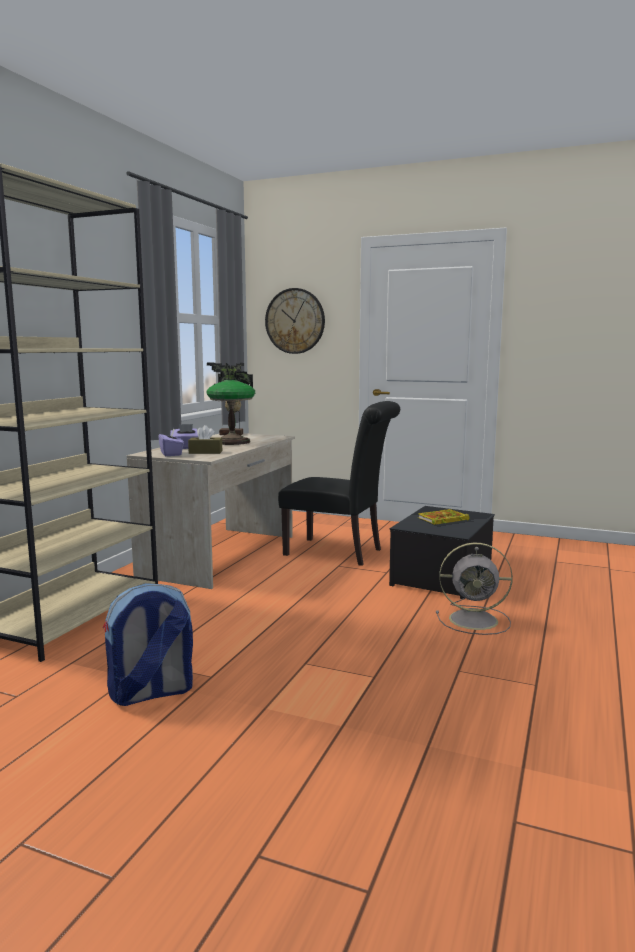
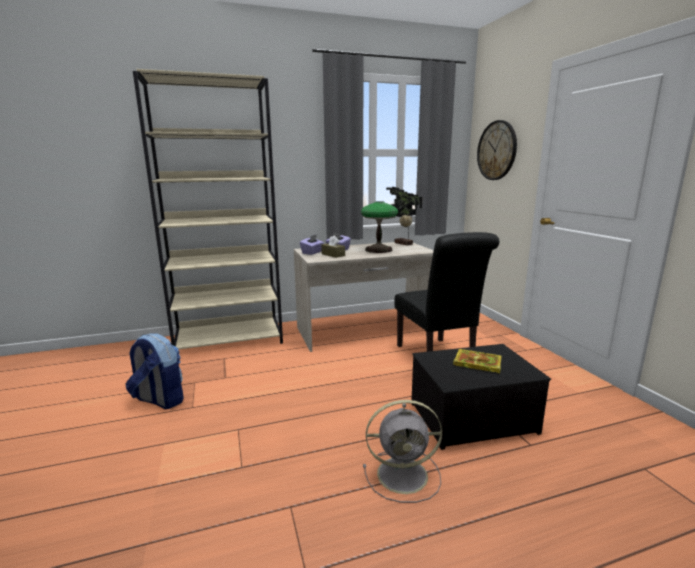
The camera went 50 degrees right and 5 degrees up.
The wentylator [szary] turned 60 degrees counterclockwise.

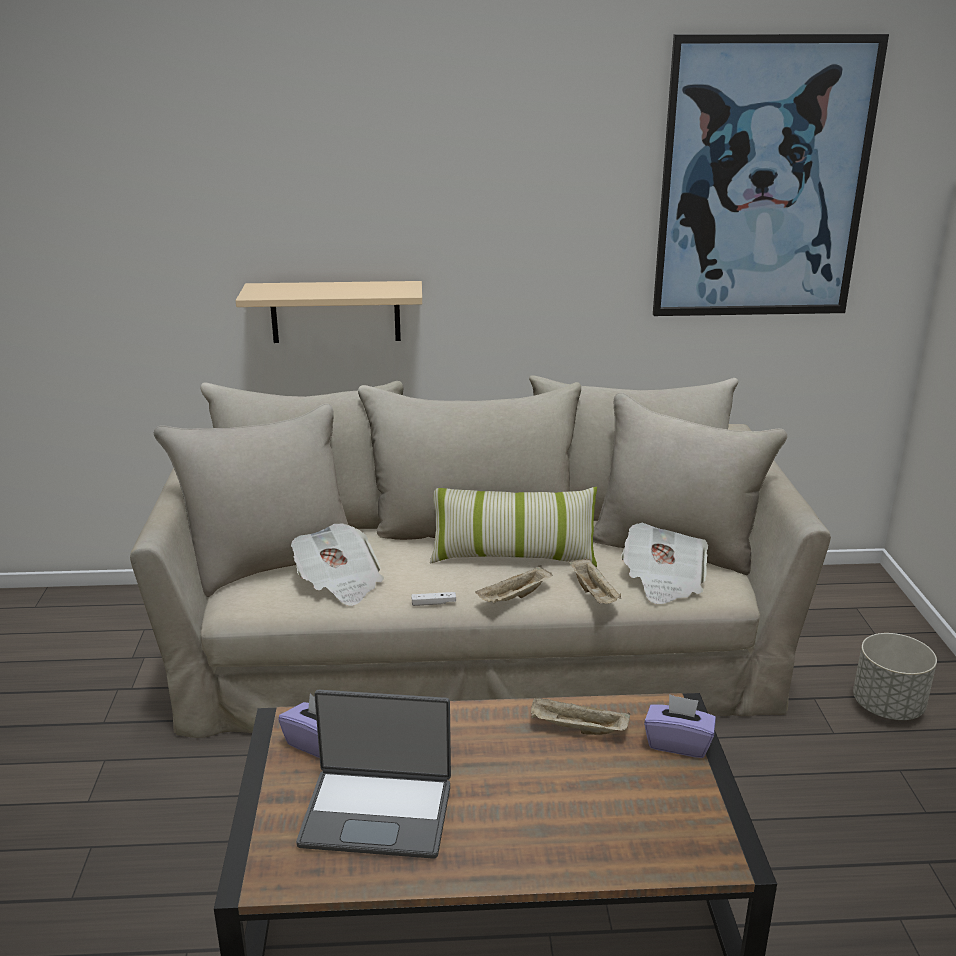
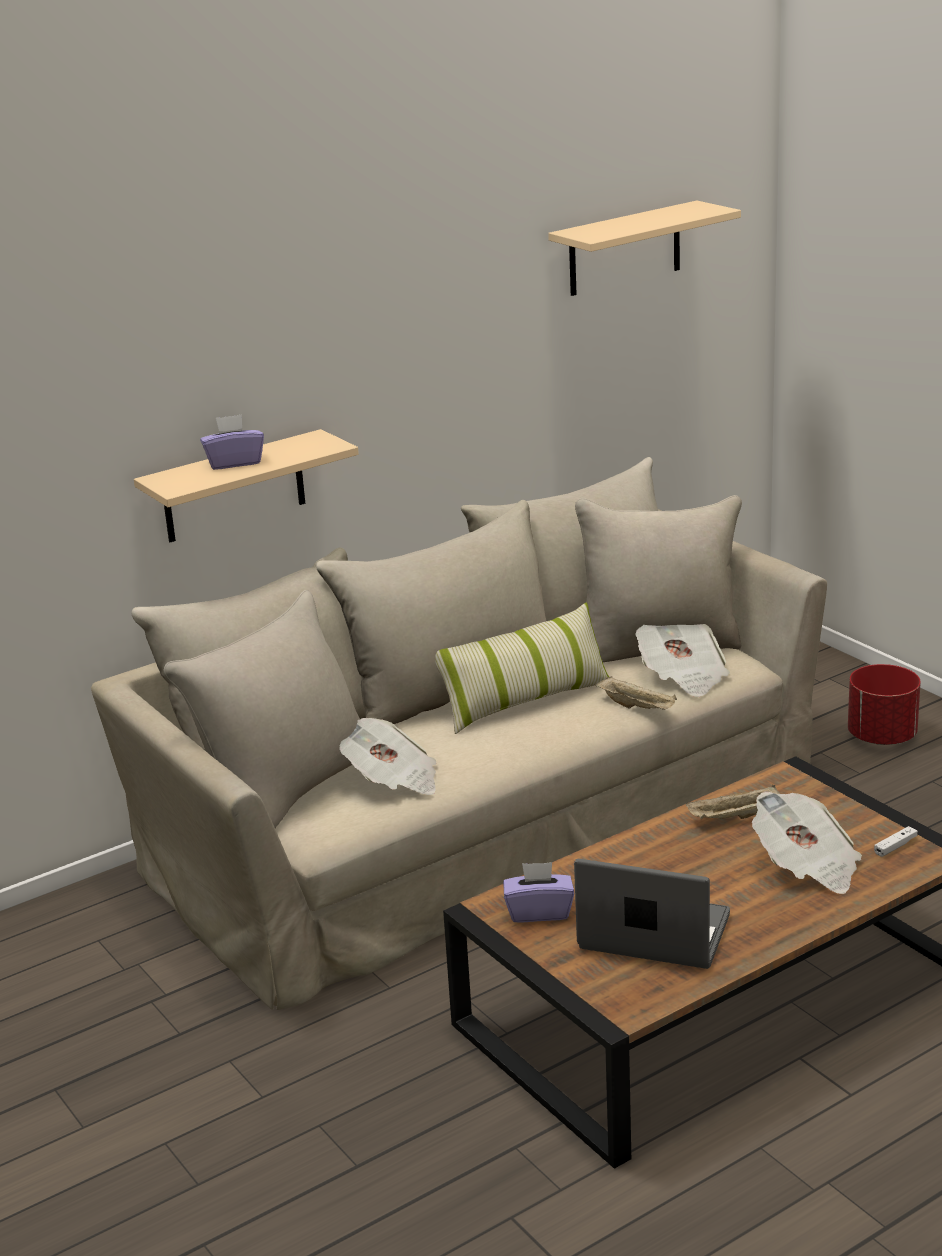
The camera went 30 degrees left and 0 degrees up.
The taca [beżowy] (1st from left) disappeared.
The gazeta (3rd from left) appeared.
The pad do gier [biały] moved.
The pudełko chusteczek [fioletowy] (2nd from left in the first image) moved.
The obraz was replaced by the półka [beżowy] (2nd from left).
The donica [szary] became the donica [czerwony].
The laptop turned 135 degrees counterclockwise.

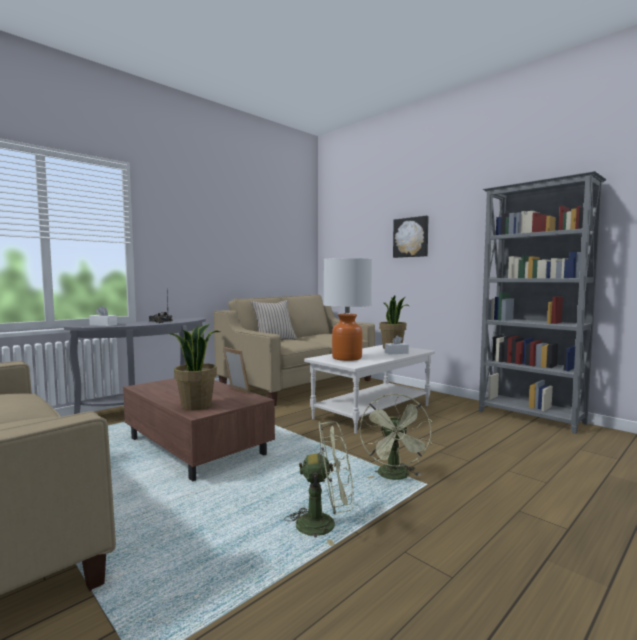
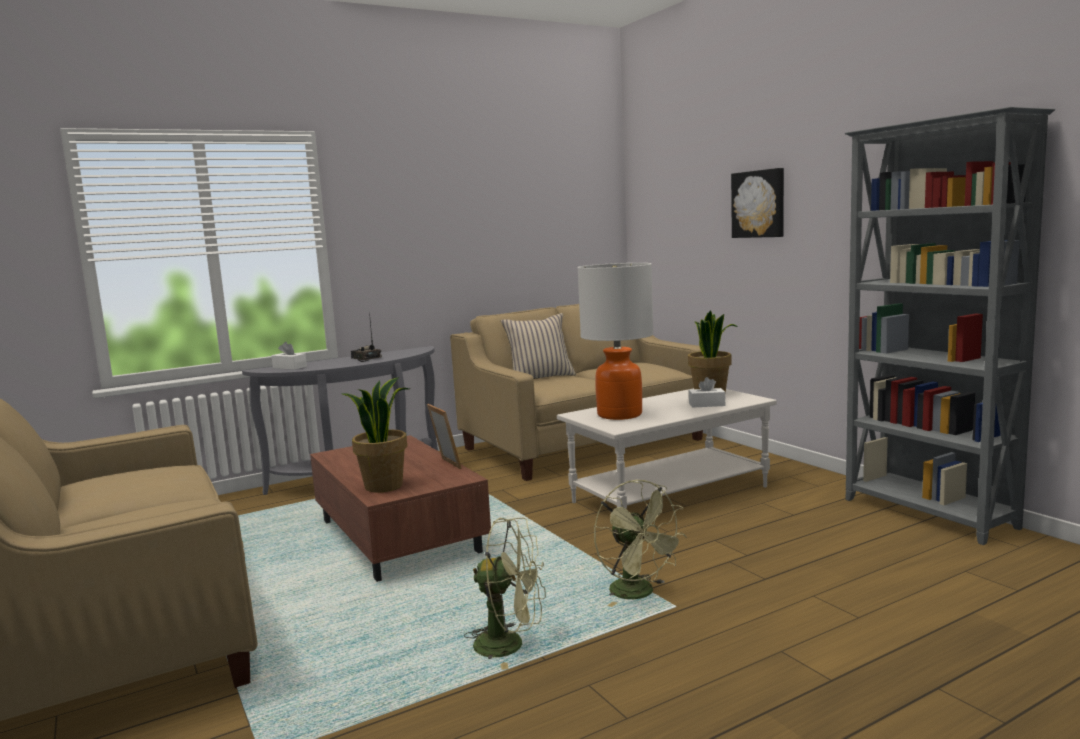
The camera went 15 degrees right and 5 degrees up.
The wentylator [zielony] (2nd from left) turned 45 degrees counterclockwise.

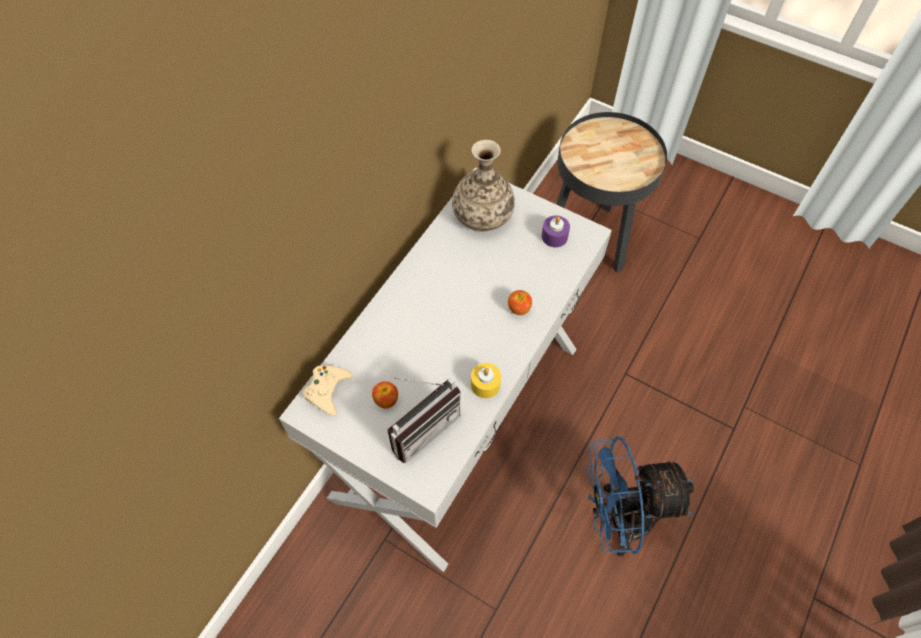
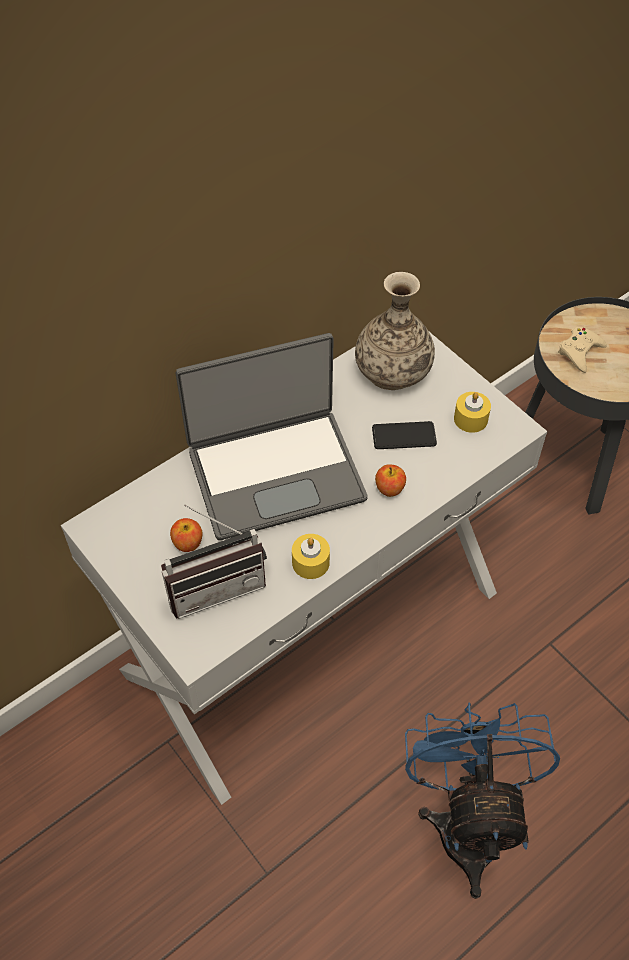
The camera went 20 degrees right and 5 degrees down.
The laptop appeared.
The telefon appeared.
The pad do gier [beżowy] moved.
The świeca [fioletowy] became the świeca [żółty] (2nd from left).
The wentylator [niebieski] turned 75 degrees clockwise.

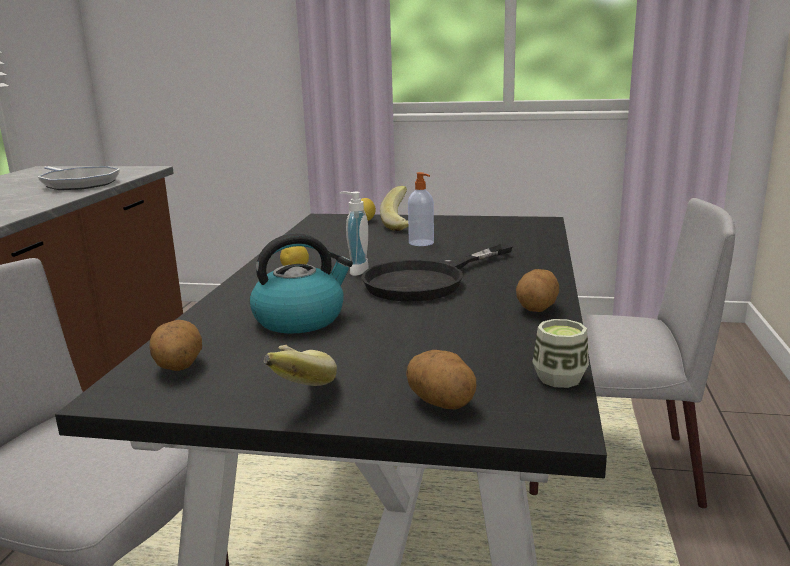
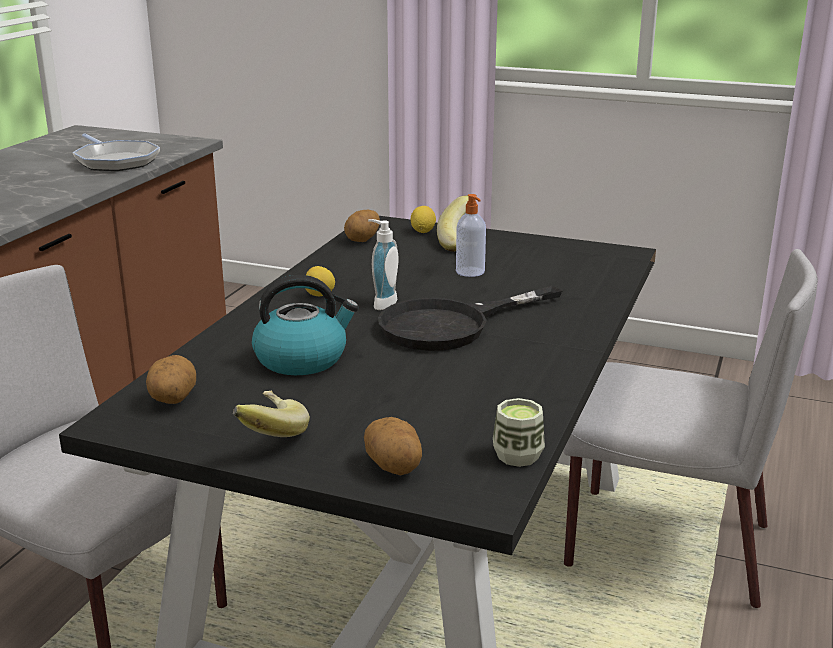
The camera went 10 degrees right and 5 degrees up.
The ziemniak (3rd from left in the first image) moved.

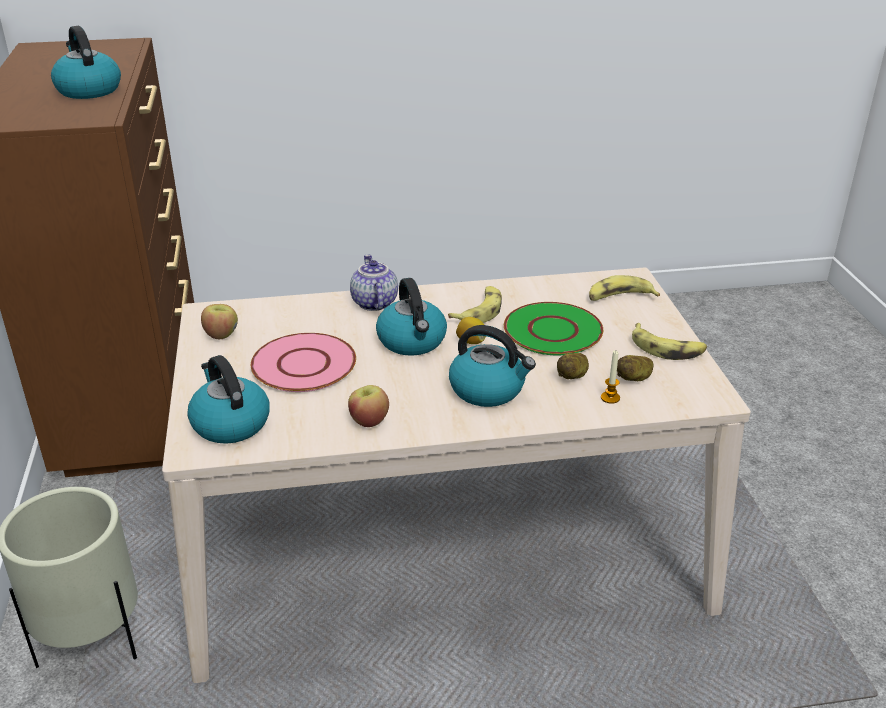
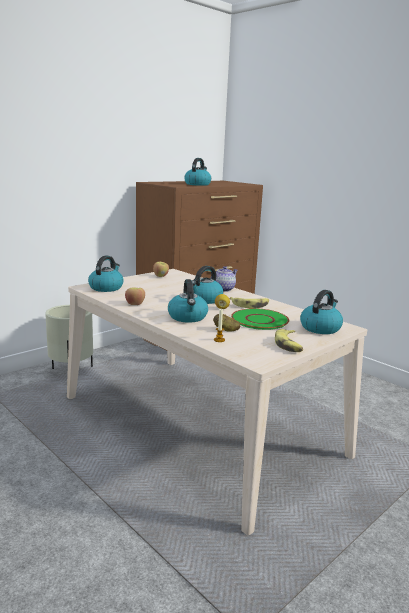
The camera went 55 degrees right and 15 degrees down.
The talerz [różowy] disappeared.
The ziemniak (2nd from left) disappeared.
The banan (2nd from left) was replaced by the czajnik (5th from left).

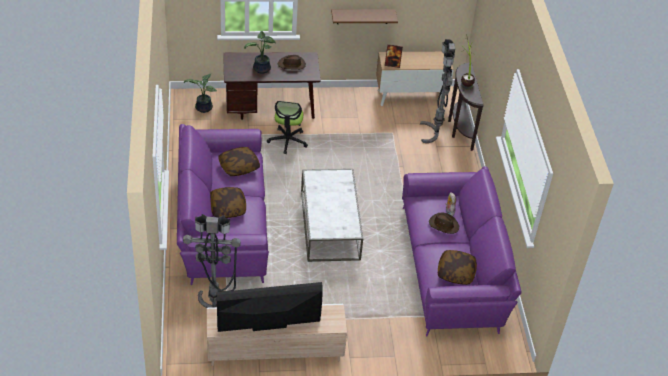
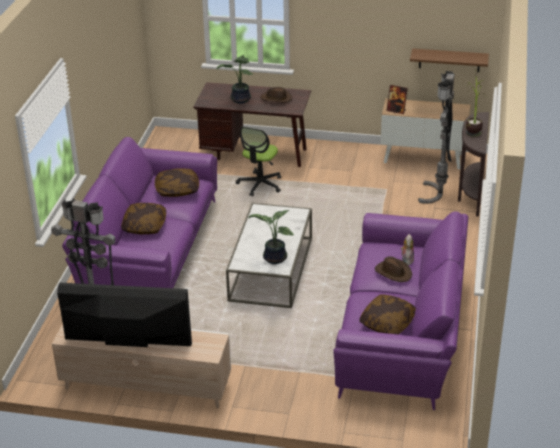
The camera went 20 degrees right and 10 degrees down.
The roślina doniczkowa (1st from left in the first image) moved.
The półka [brązowy] moved.

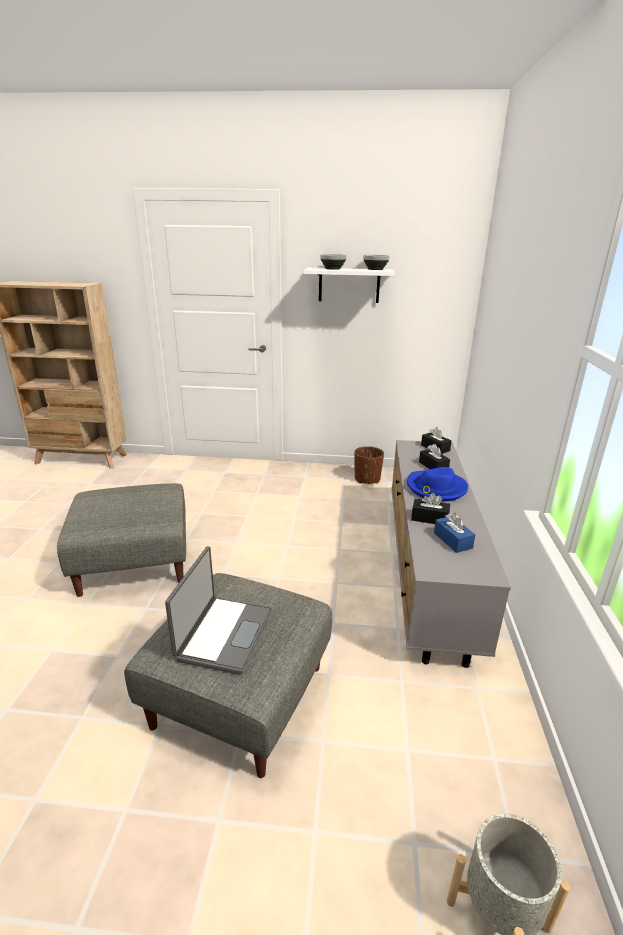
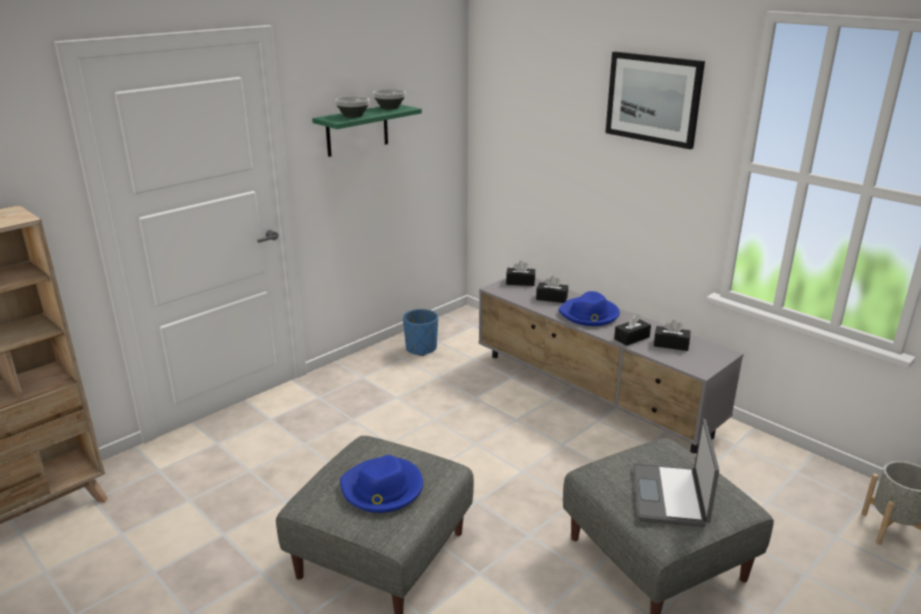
The camera went 50 degrees left and 0 degrees up.
The kapelusz [niebieski] (1st from left) appeared.
The obraz appeared.
The półka [biały] became the półka [zielony].
The donica [brązowy] became the donica [niebieski].
The pudełko chusteczek [niebieski] became the pudełko chusteczek [czarny] (4th from left).
The laptop turned 135 degrees counterclockwise.

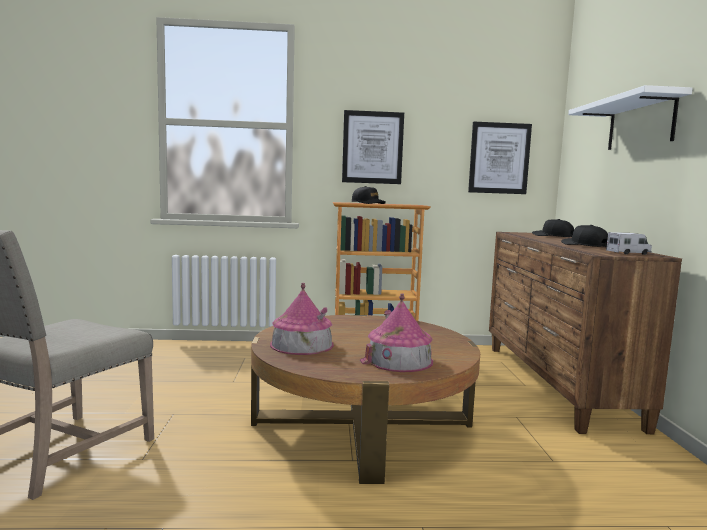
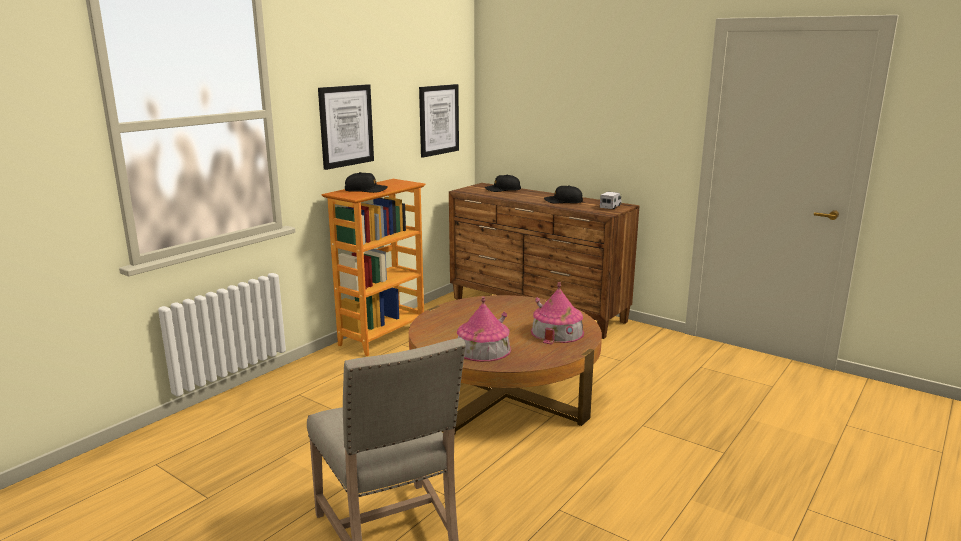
The camera went 50 degrees left and 10 degrees up.
The półka [biały] disappeared.

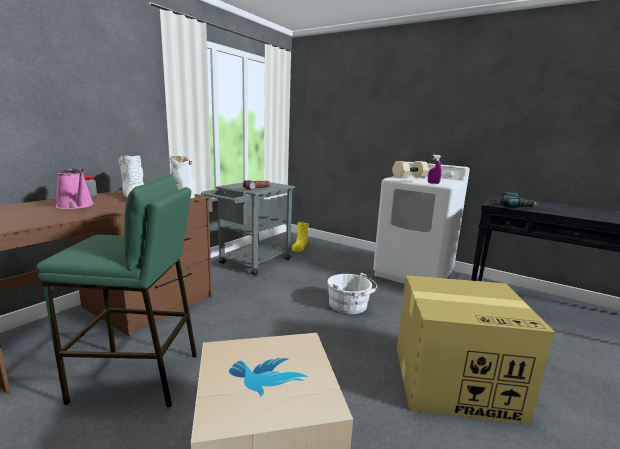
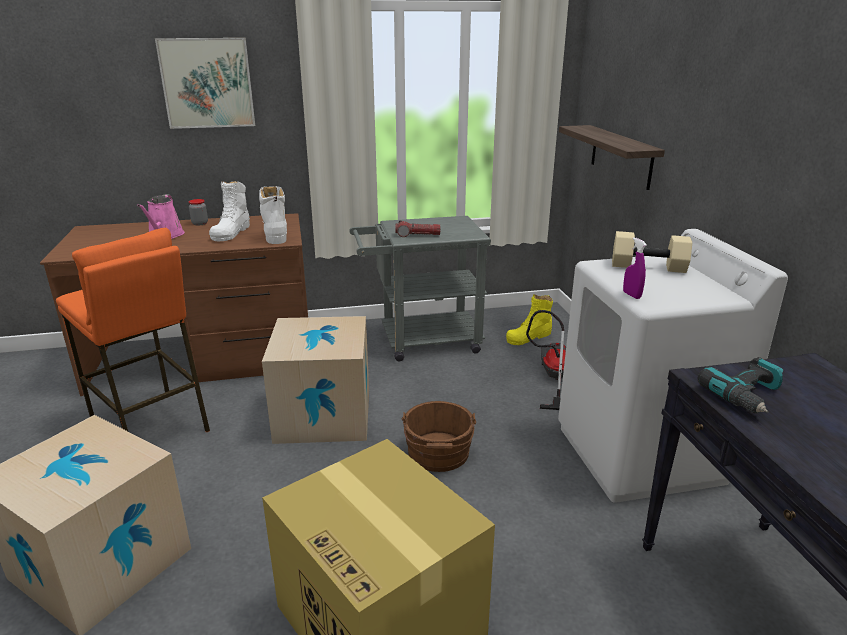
The camera went 45 degrees right and 10 degrees up.
The obraz appeared.
The karton (2nd from left) appeared.
The odkurzacz appeared.
The półka appeared.
The stołek [zielony] became the stołek [pomarańczowy].
The wiadro [biały] became the wiadro [brązowy].

